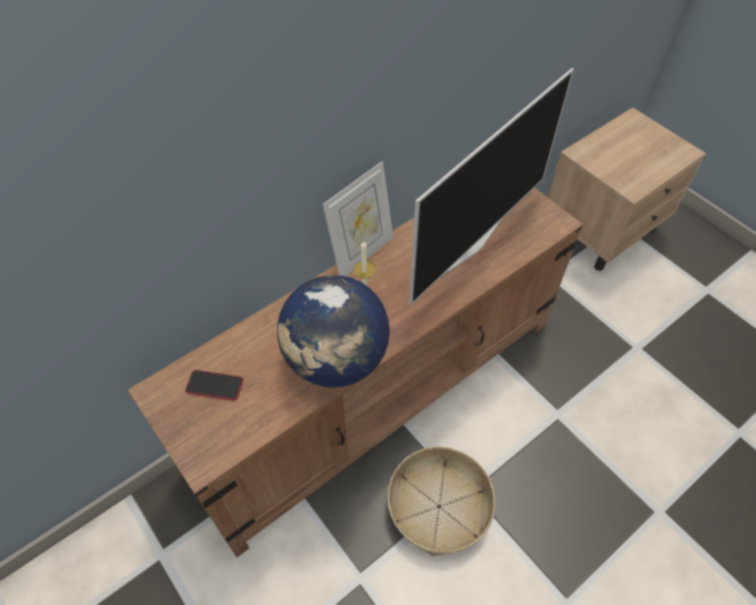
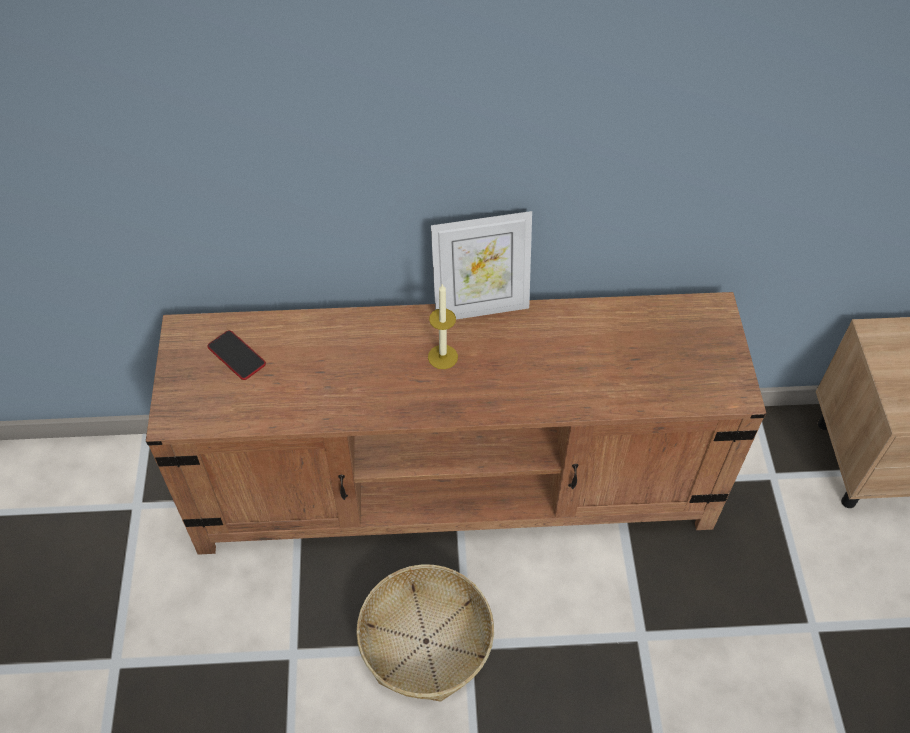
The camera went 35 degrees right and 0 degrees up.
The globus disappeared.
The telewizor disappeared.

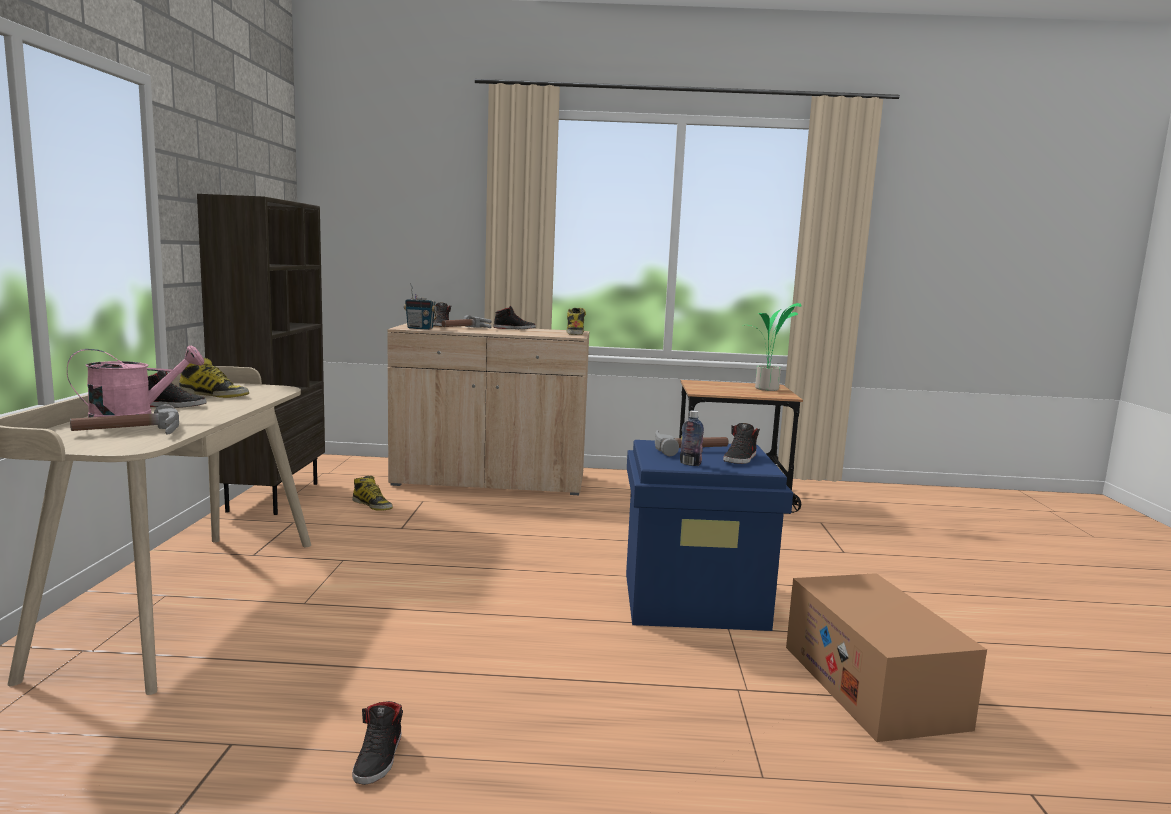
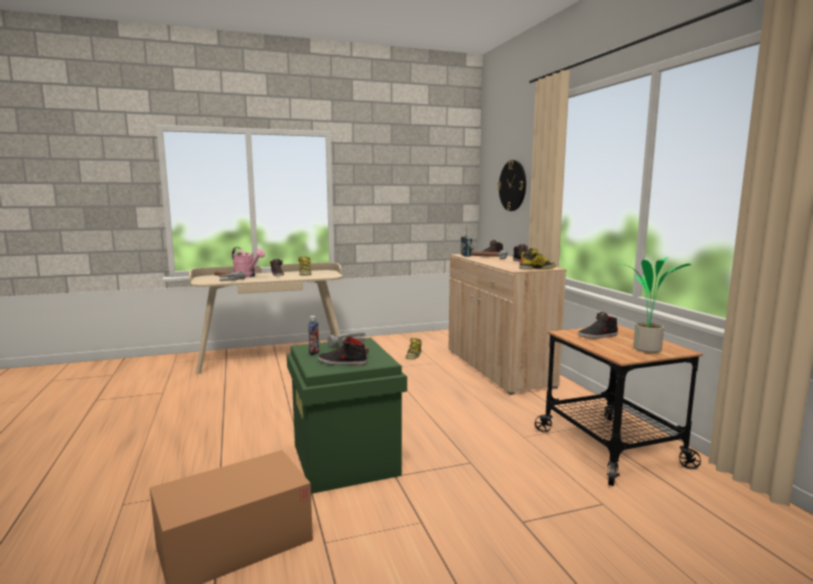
The camera went 70 degrees right and 0 degrees up.
The regał [brązowy] disappeared.
The zegar ścienny appeared.
The but [czarny] (2nd from left in the first image) moved.
The pojemnik do przechowywania [niebieski] became the pojemnik do przechowywania [zielony].

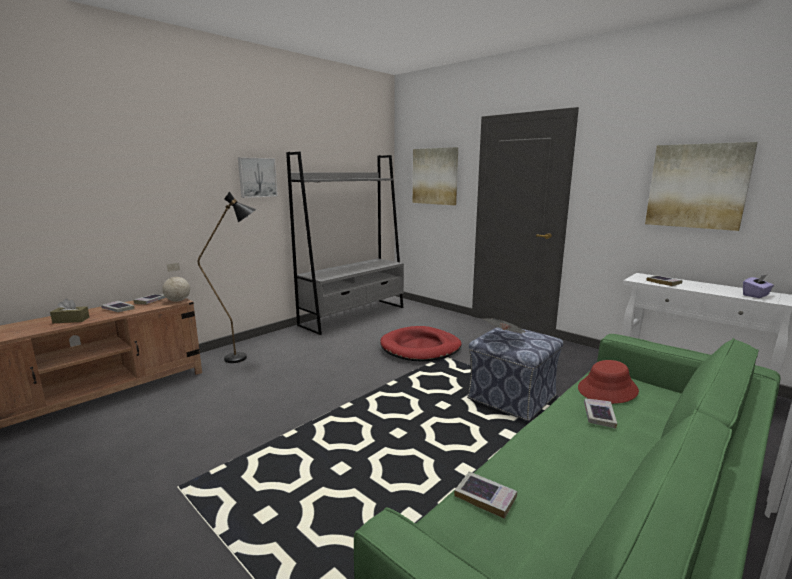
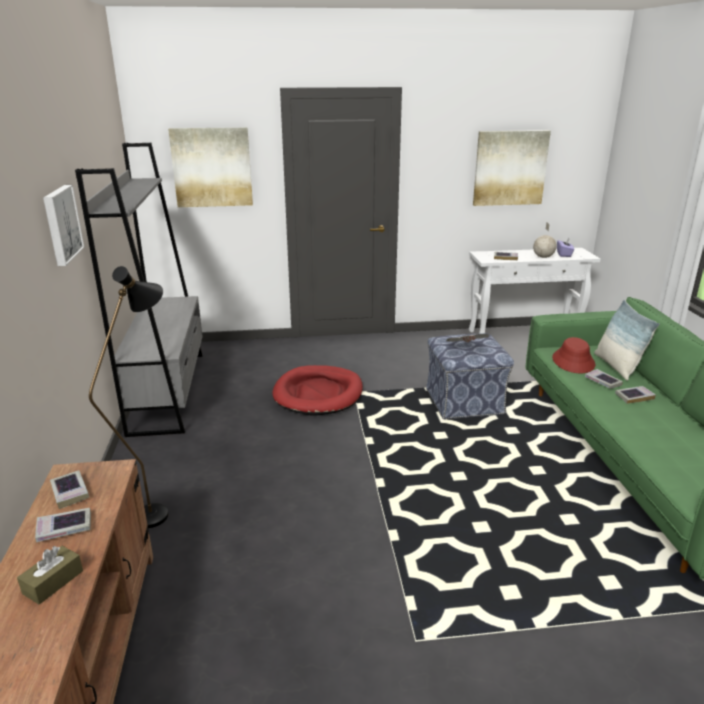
The camera went 50 degrees left and 10 degrees up.
The poduszka appeared.
The globus moved.
The książka (3rd from left in the first image) moved.

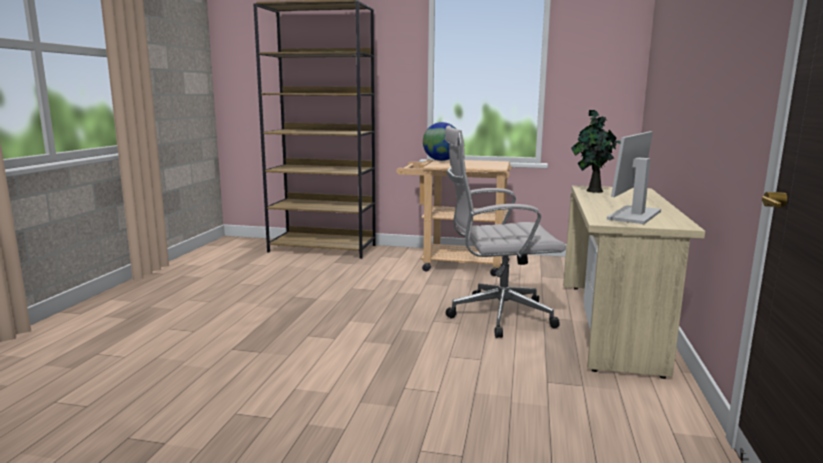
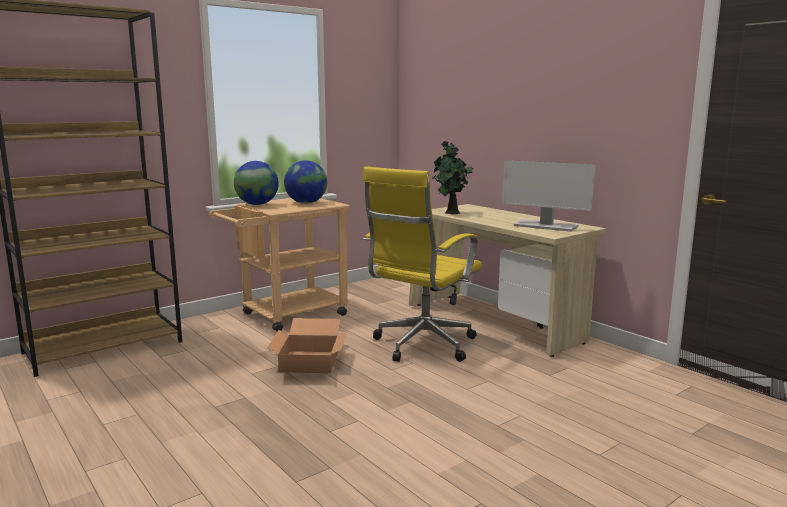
The camera went 50 degrees left and 0 degrees up.
The karton appeared.
The globus (2nd from left) appeared.
The krzesło biurowe [biały] became the krzesło biurowe [żółty].
The monitor turned 45 degrees counterclockwise.

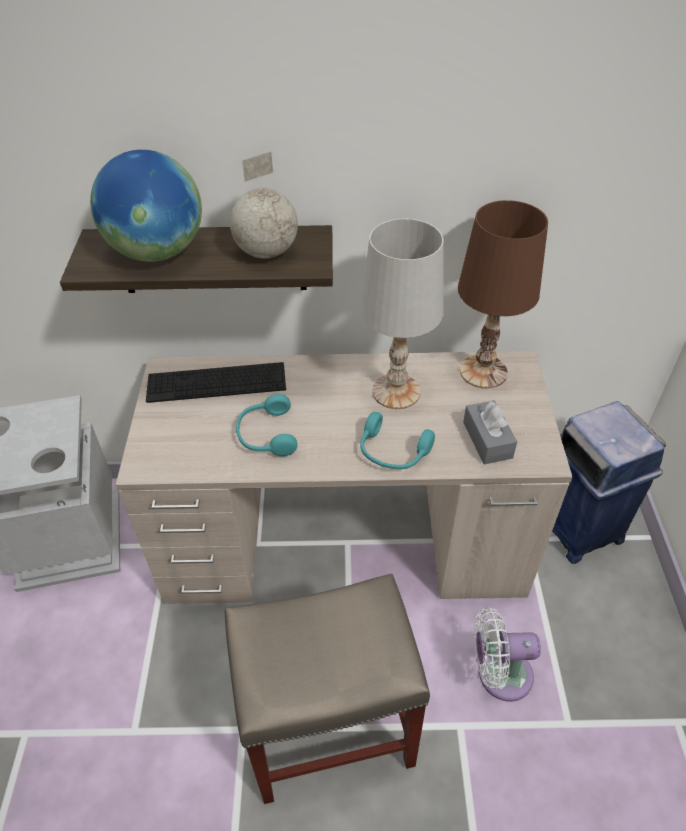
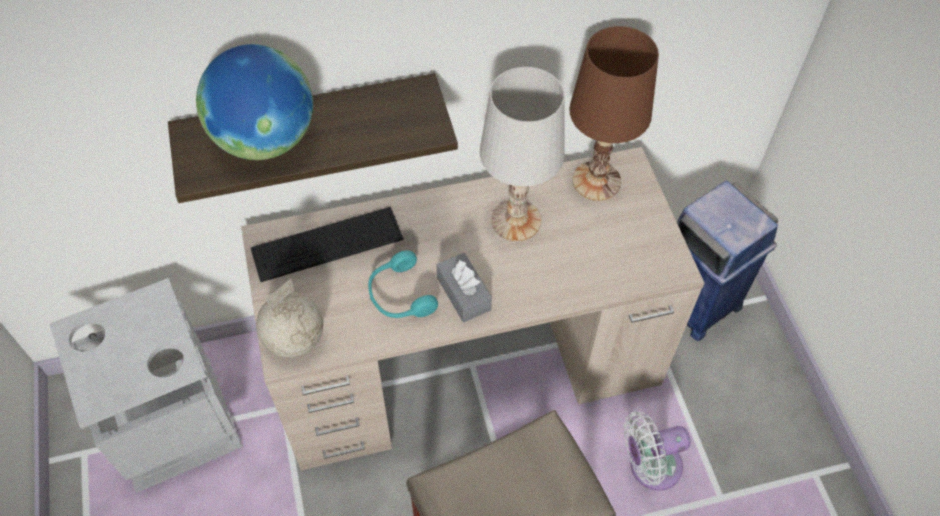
The camera went 15 degrees left and 10 degrees up.
The słuchawki [turkusowy] (2nd from left) disappeared.
The globus (2nd from left) moved.
The pudełko chusteczek [szary] moved.

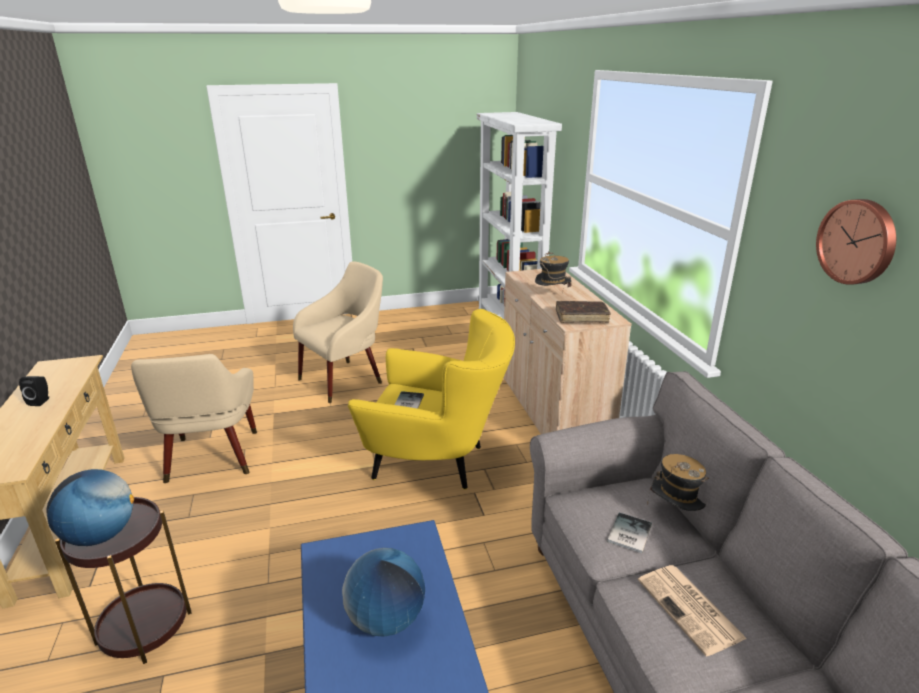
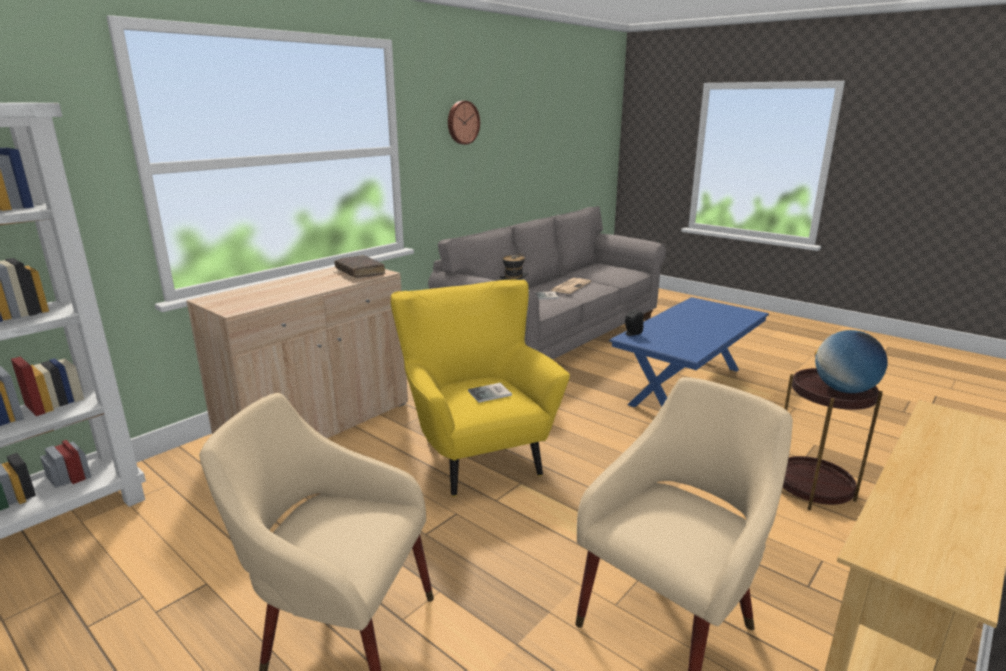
The camera went 125 degrees left and 5 degrees down.
The globus (2nd from left) disappeared.
The kapelusz (1st from left) disappeared.
The głośnik [czarny] moved.

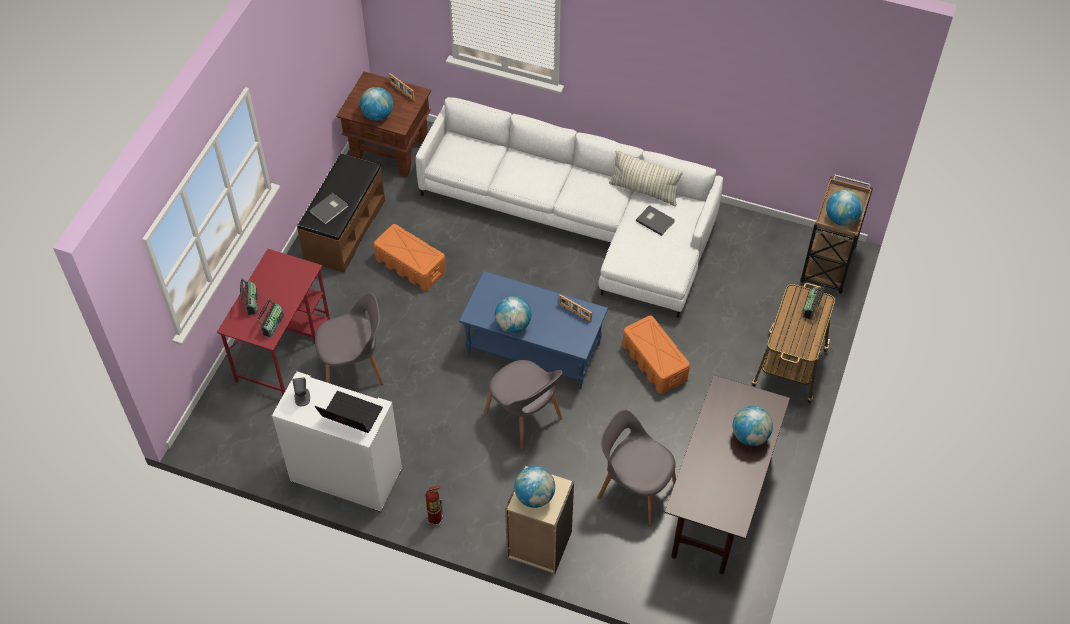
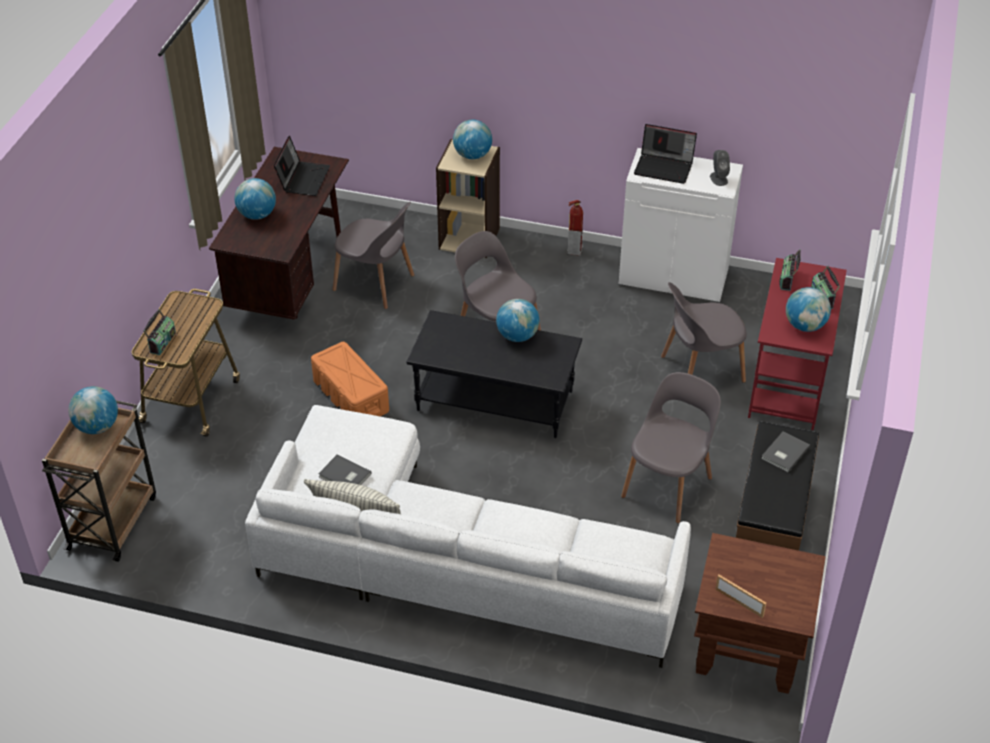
The camera went 175 degrees right and 10 degrees down.
The ramka na zdjęcie (2nd from left) disappeared.
The laptop (1st from left) appeared.
The globus (1st from left in the first image) moved.
The pojemnik do przechowywania [pomarańczowy] (1st from left) was replaced by the krzesło [szary] (3rd from left).
The ława [niebieski] became the ława [czarny].

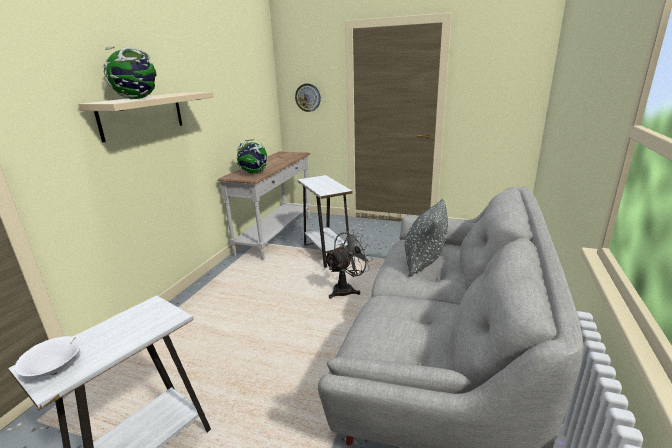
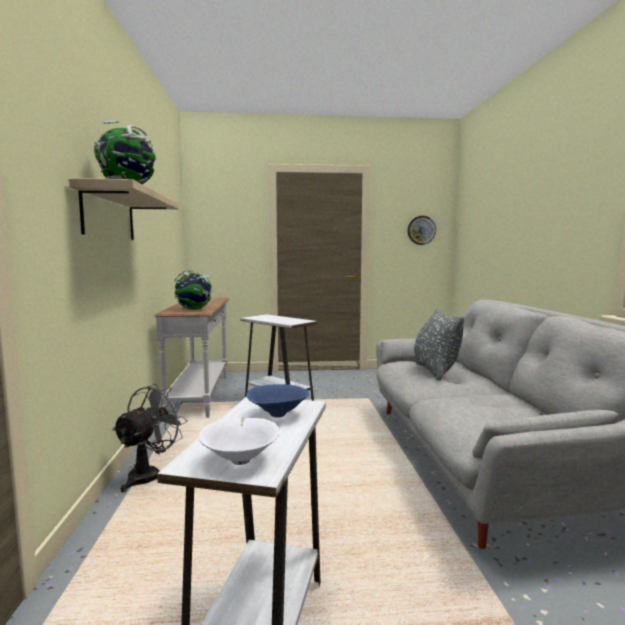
The camera went 25 degrees left and 15 degrees down.
The miska [niebieski] appeared.
The zegar ścienny moved.
The wentylator [szary] moved.

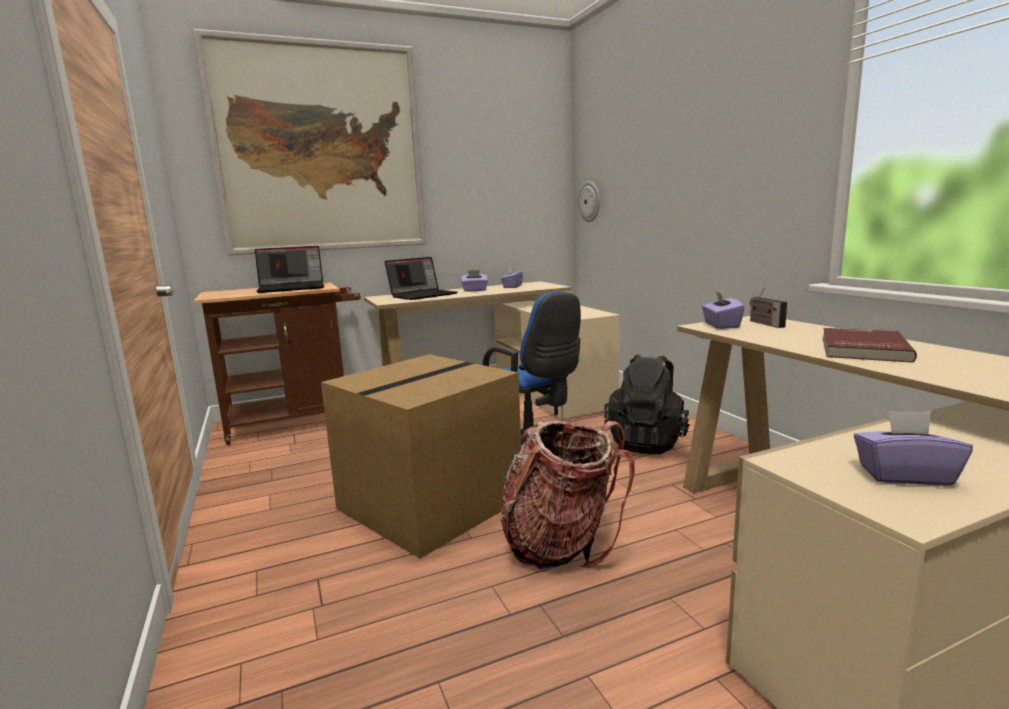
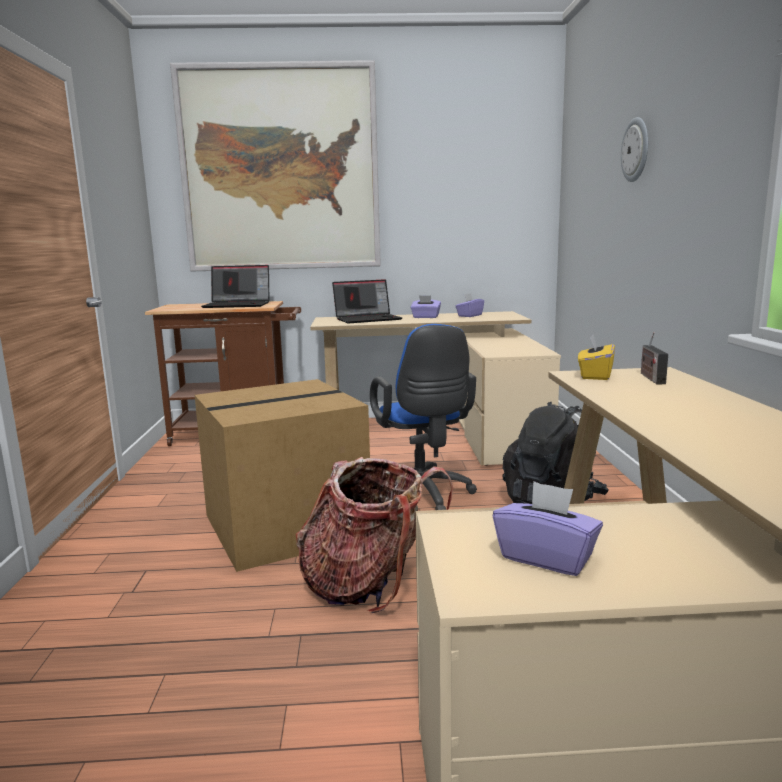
The camera went 20 degrees right and 0 degrees up.
The książka [czerwony] disappeared.
The zegar ścienny moved.
The pudełko chusteczek [fioletowy] (3rd from left) became the pudełko chusteczek [żółty].

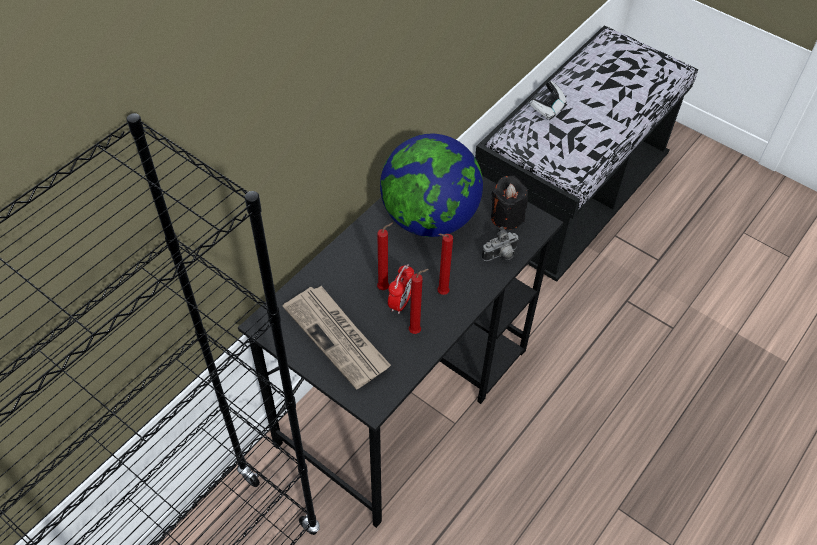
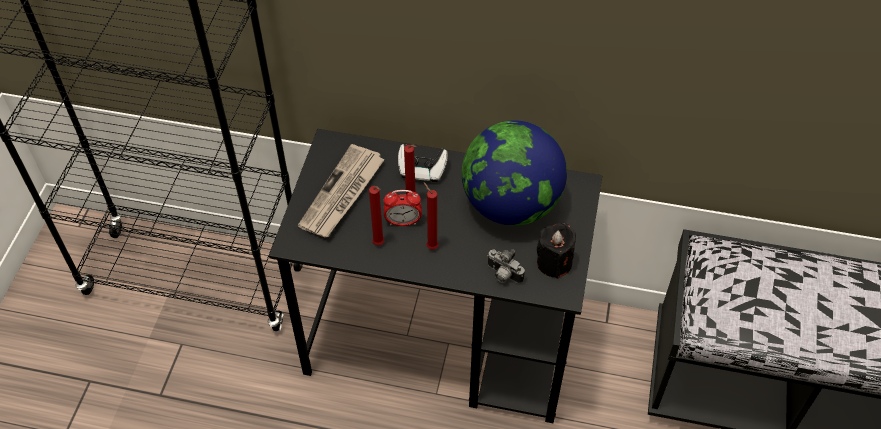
The camera went 65 degrees right and 0 degrees up.
The pad do gier moved.

